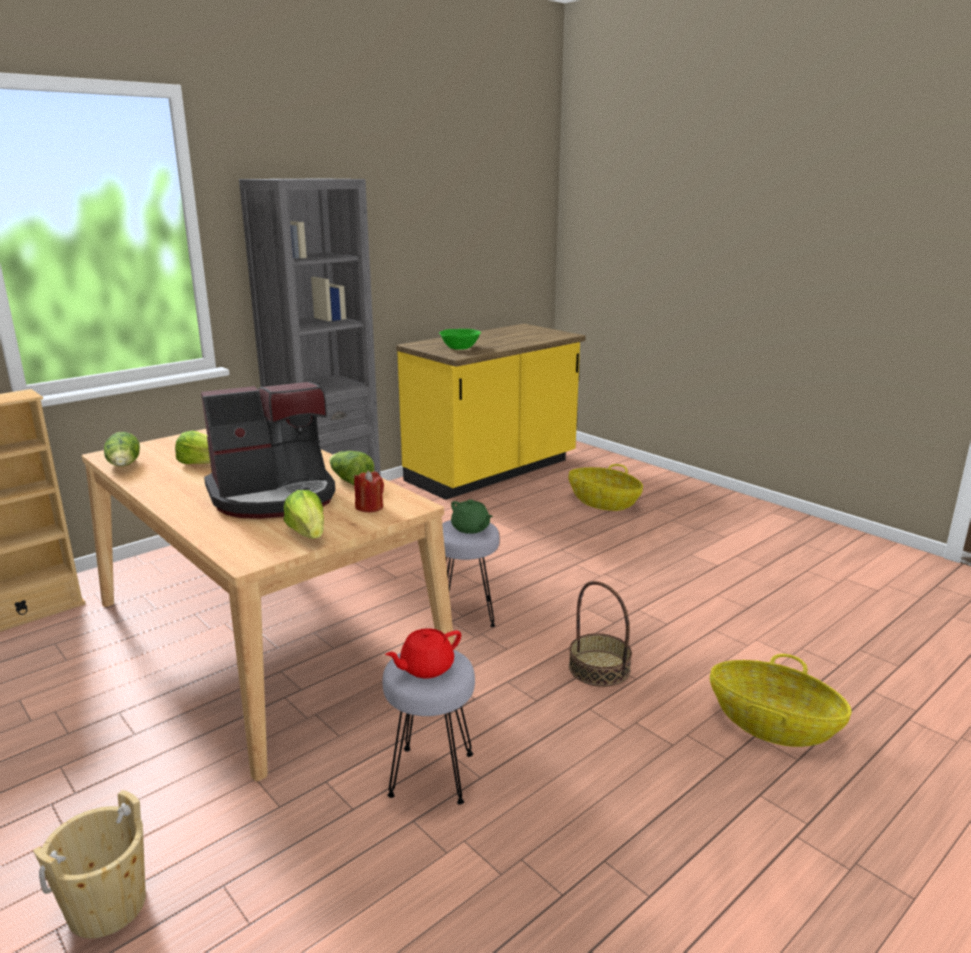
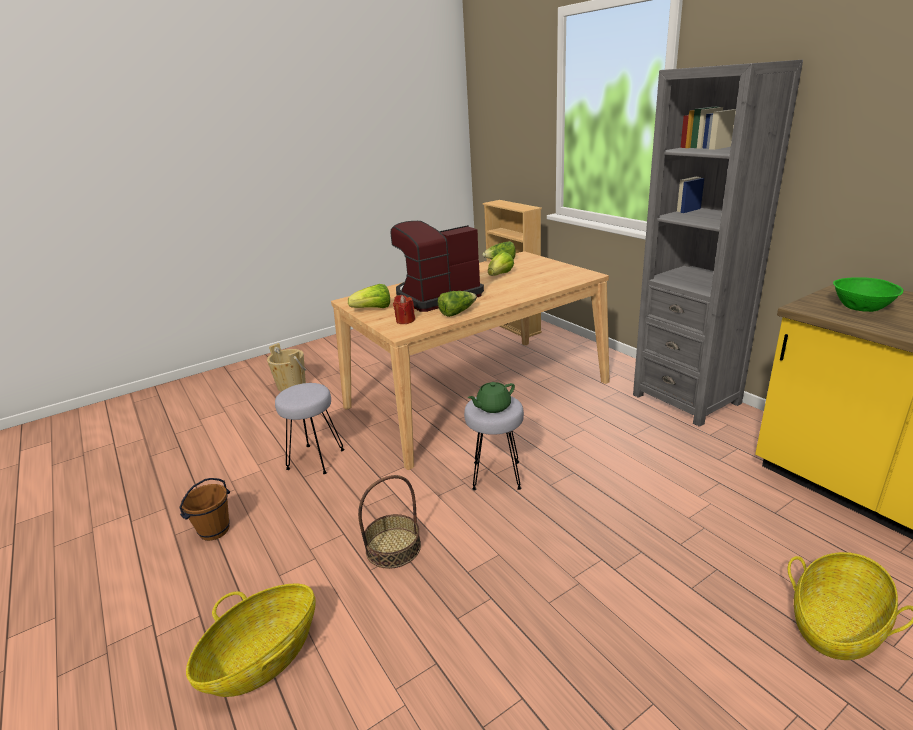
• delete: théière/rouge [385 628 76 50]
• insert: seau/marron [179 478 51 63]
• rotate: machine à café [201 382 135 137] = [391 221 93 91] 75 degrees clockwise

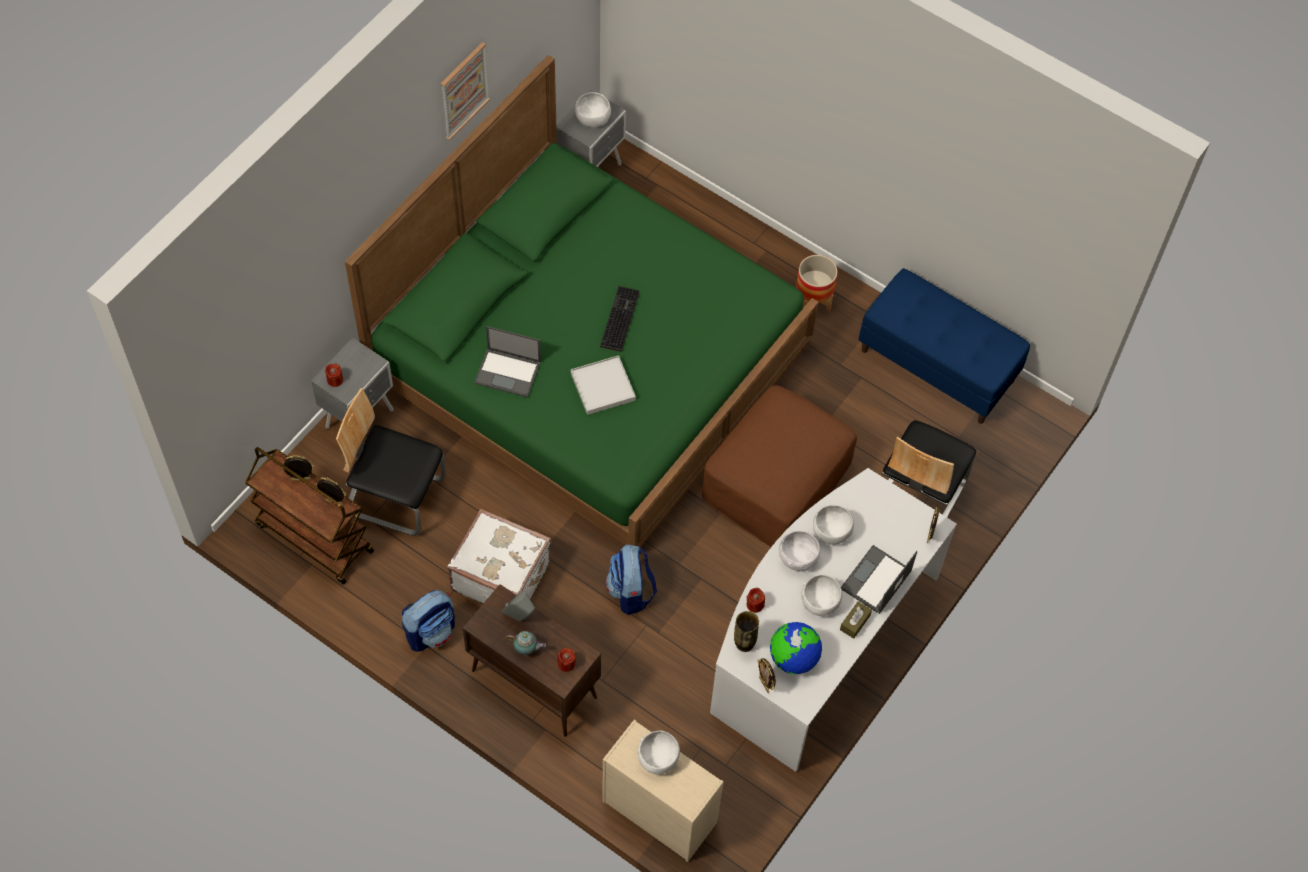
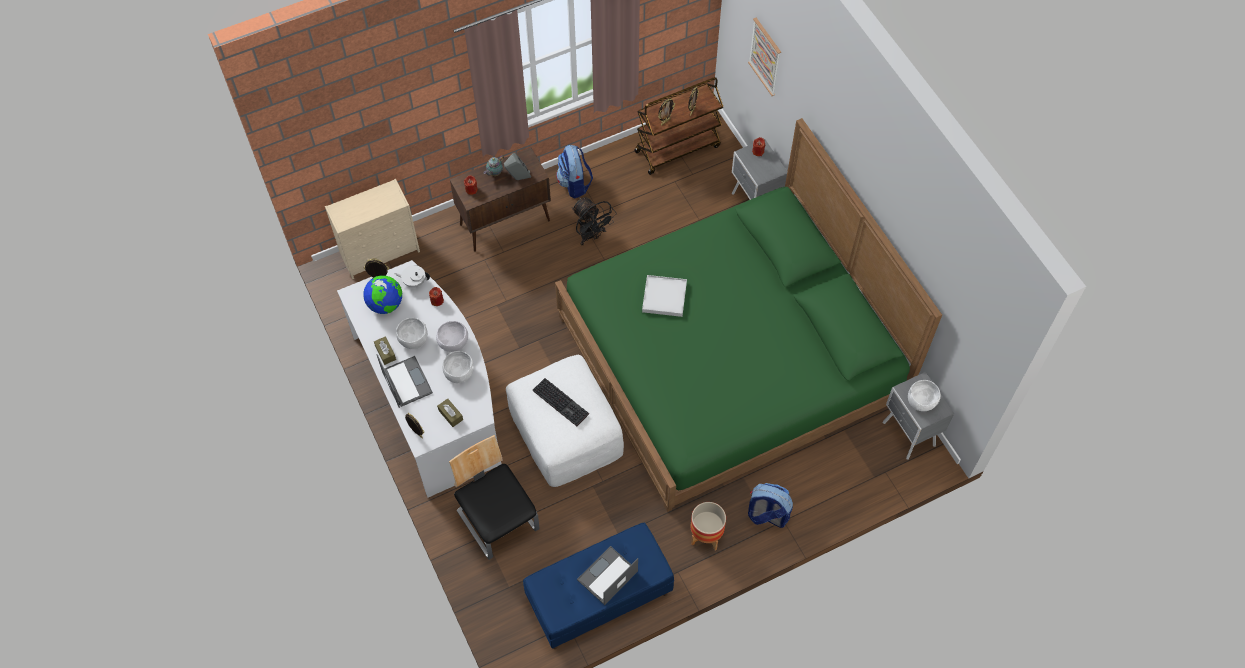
• delete: chaise [336 388 110 148]
• delete: bol/blanc [638 731 42 43]
• insert: boîte à mouchoirs/marron [437 399 26 28]
• move: tableau [441 42 49 99] to [748 18 33 78]
• move: ordinateur portable [474 326 67 72] to [577 546 61 59]
• move: clavier [600 286 40 66] to [533 378 56 48]
• move: sac à dos [606 544 51 71] to [748 483 45 45]
• replace: valise/blanc [447 509 104 94] to ventilateur/noir [572 197 45 48]
• replace: vase [734 611 25 41] to théière/blanc [395 265 35 23]
• recolor: pouf/marron [702 385 155 162] to pouf/blanc [506 355 118 132]

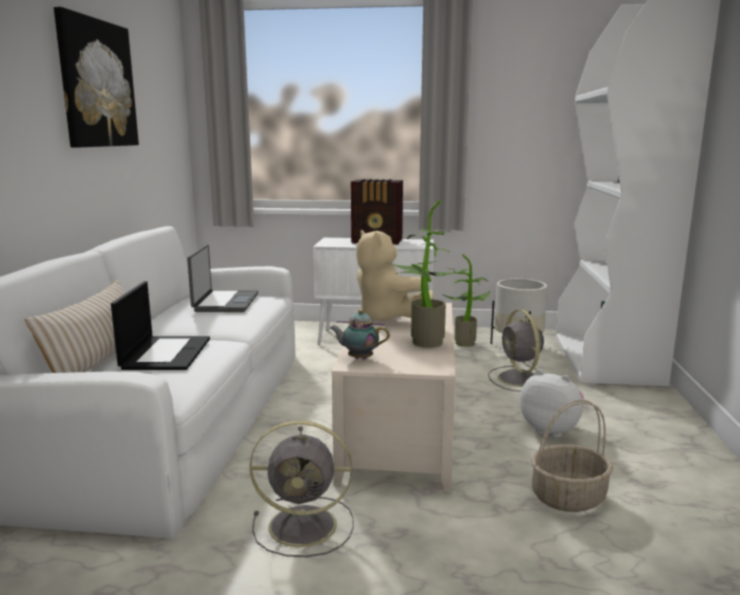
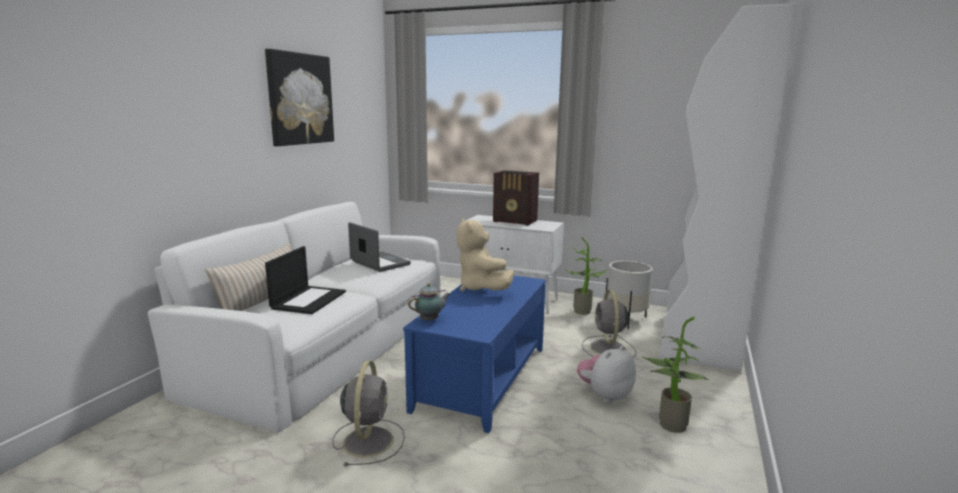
• delete: panier [531 400 82 112]
• move: plante en pot [388 199 72 149] to [642 316 66 117]
• recolor: table basse/beige [331 303 125 189] to table basse/bleu [403 275 143 158]
• rotate: ordinateur portable [187 245 71 67] = [348 222 63 50] 60 degrees counterclockwise
• rotate: ventilateur/gris [249 421 105 136] = [332 361 73 105] 105 degrees counterclockwise
• rotate: théière [330 310 60 50] = [408 283 42 38] 120 degrees clockwise
• rotate: peluche [520 369 65 69] = [577 346 59 57] 90 degrees counterclockwise

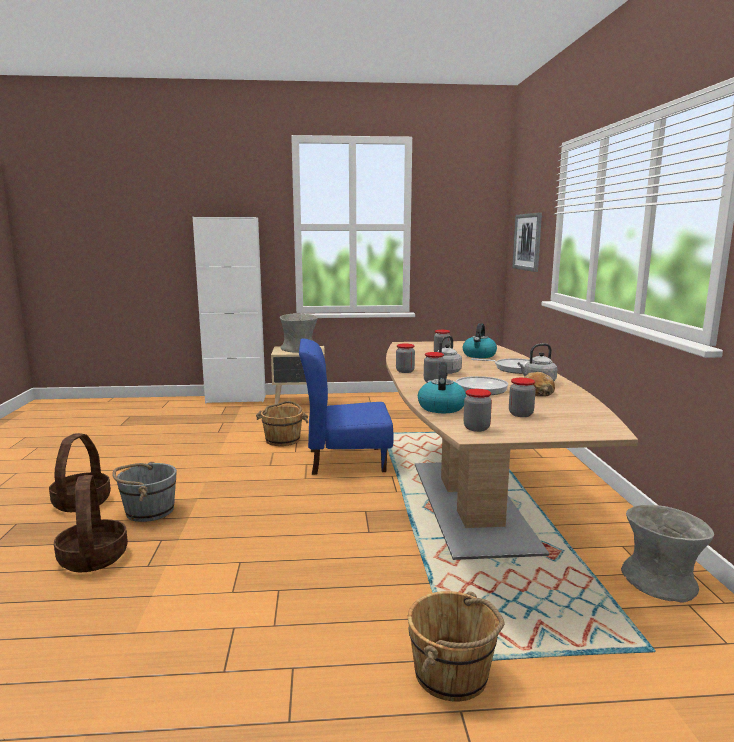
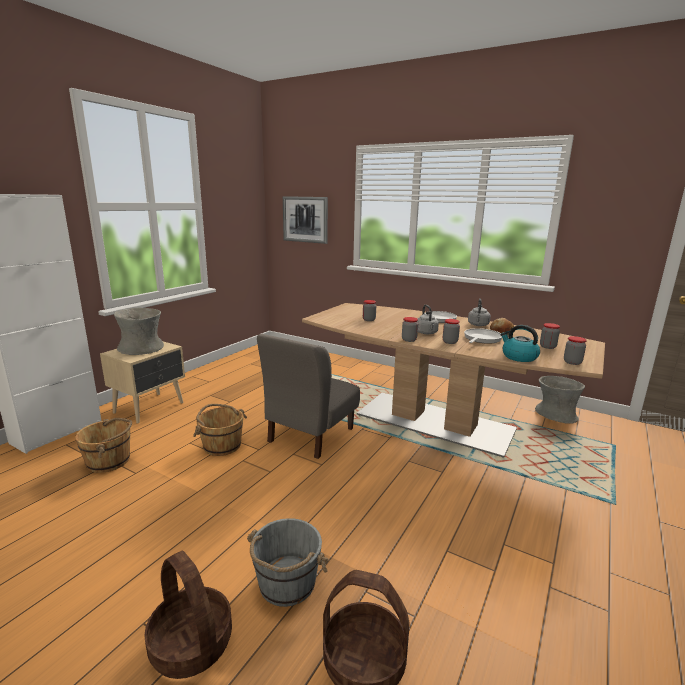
• delete: bouilloire [463 323 34 35]
• move: seau/marron [408 591 97 110] to [75 418 57 55]
• recolor: chaise/bleu [299 338 95 137] to chaise/gris [257 334 103 125]

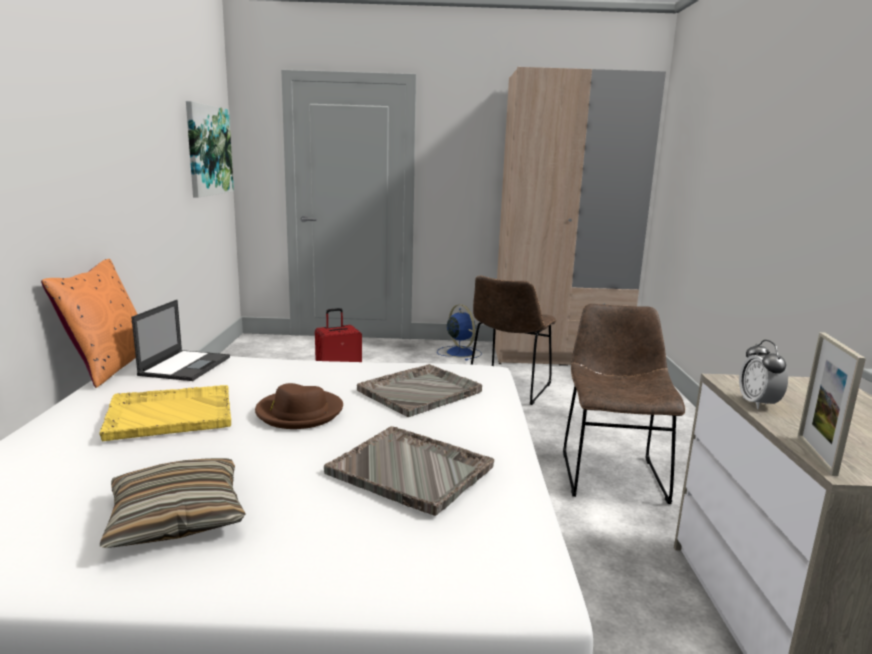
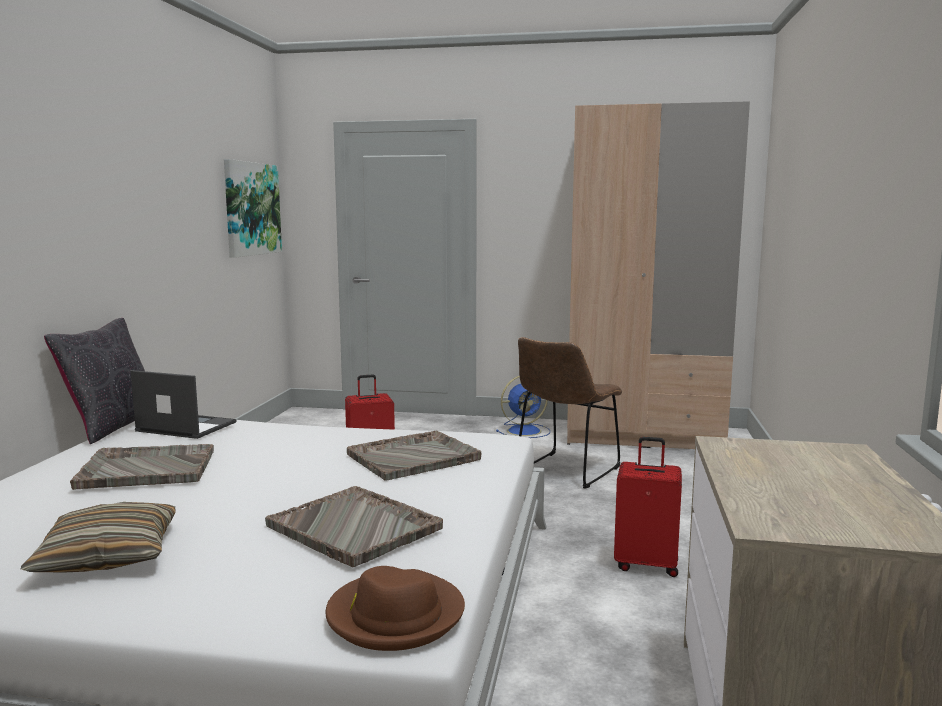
• delete: réveil [739 340 49 69]
• delete: cadre photo [798 332 68 144]
• move: chapeau/marron [255 383 88 46] to [325 566 140 85]
• replace: chaise/marron [563 304 122 200] to valise/rouge [614 437 68 140]
• recolor: coussin/orange [41 259 96 129] to coussin/noir [44 318 101 126]
• recolor: plateau/jaune [99 385 132 57] to plateau/gris [70 444 144 46]
• rotate: ordinateur portable [131 300 99 81] = [131 370 106 69] 90 degrees counterclockwise
• rotate: ventilateur/bleu [437 304 45 56] = [496 376 54 62] 90 degrees clockwise

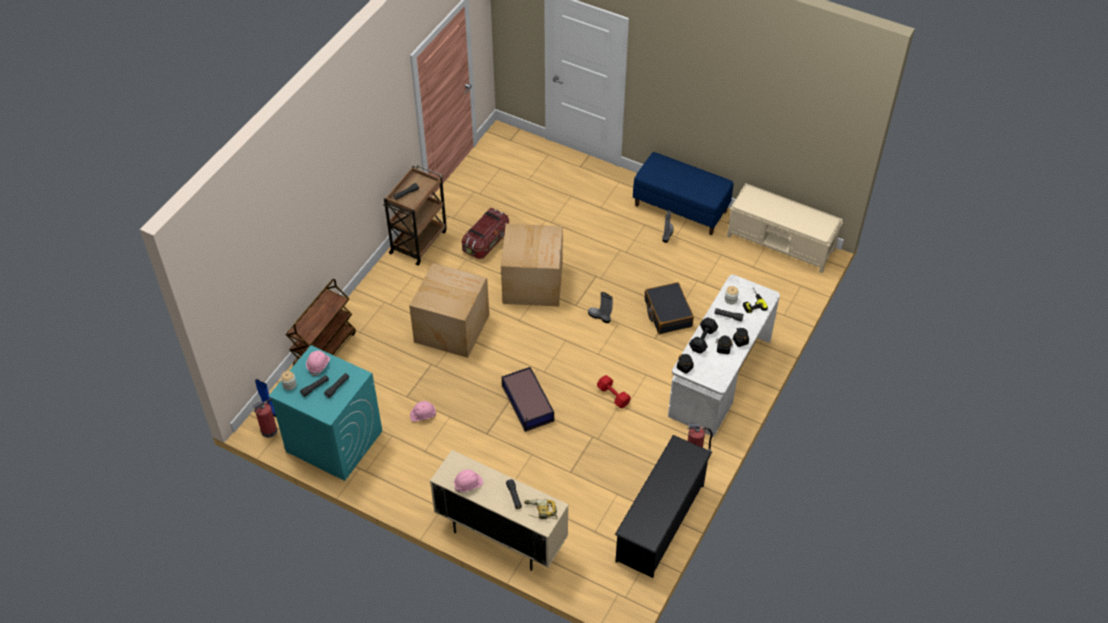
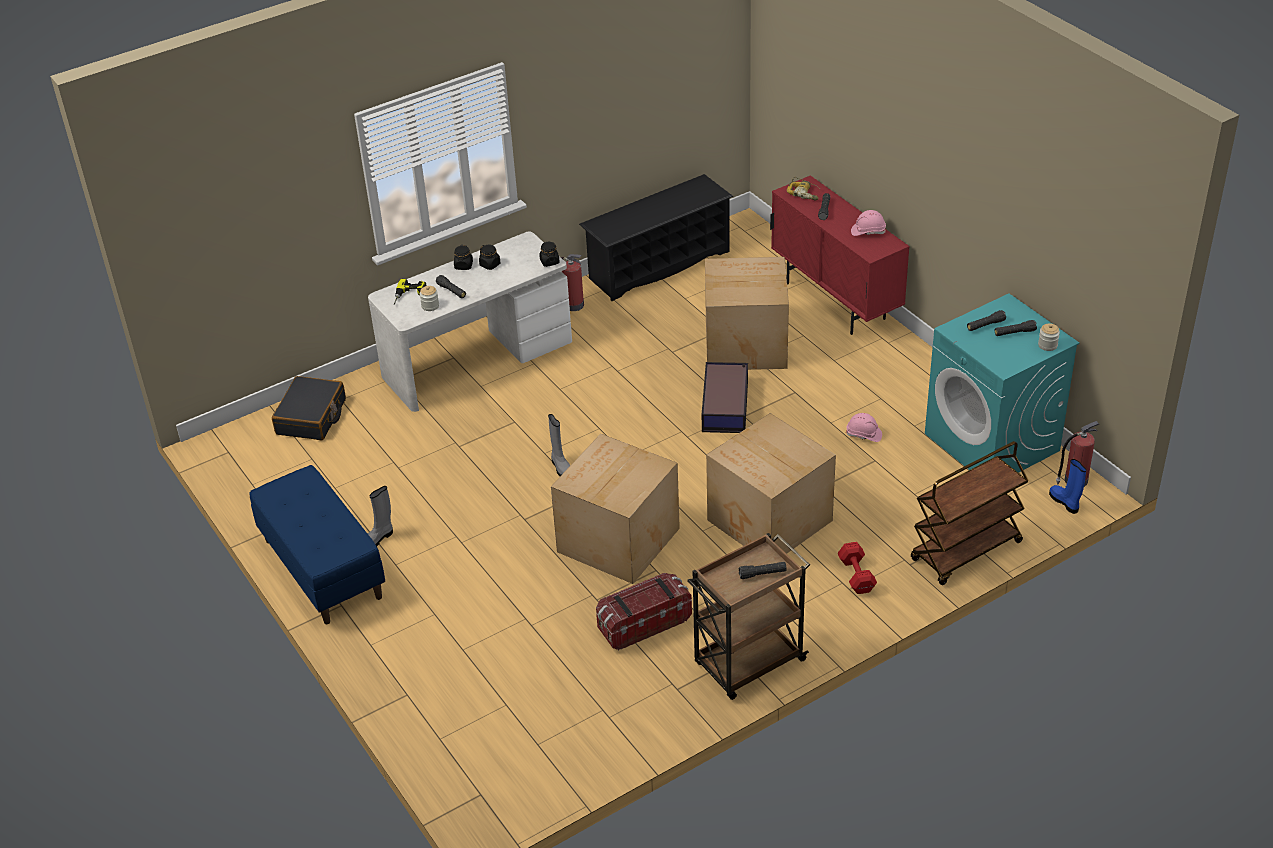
• delete: casque de chantier/rose [306 350 24 26]
• delete: haltère/noir [689 317 29 36]
• delete: banc/beige [727 183 116 90]
• insert: carton [705 257 84 113]
• move: haltère/rouge [597 375 34 33] to [838 542 39 52]
• move: valise/noir [645 282 49 52] to [272 376 74 64]
• recolor: meuble de rangement/beige [430 450 139 121] to meuble de rangement/rouge [770 175 140 160]

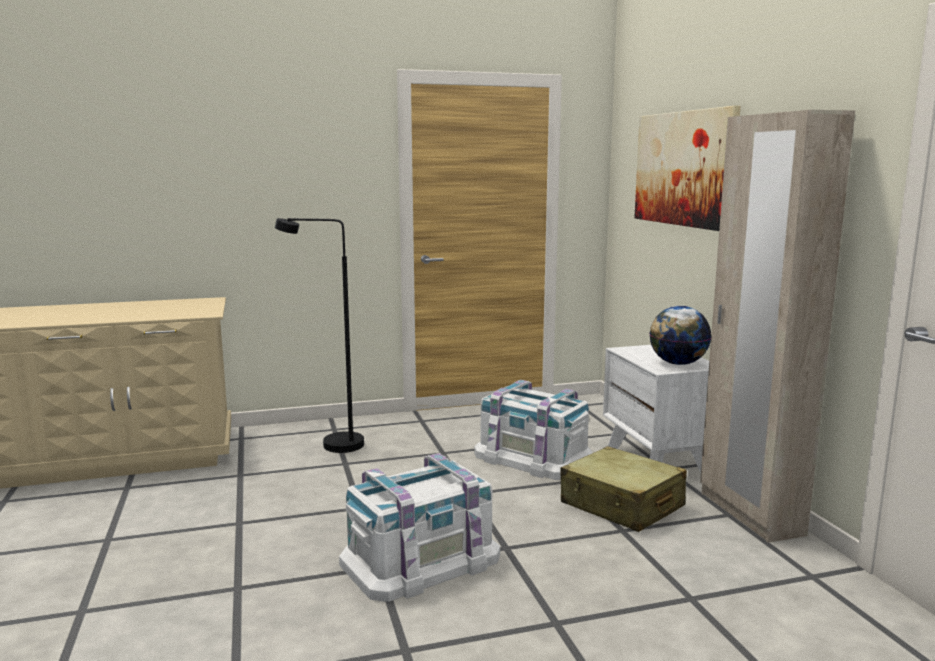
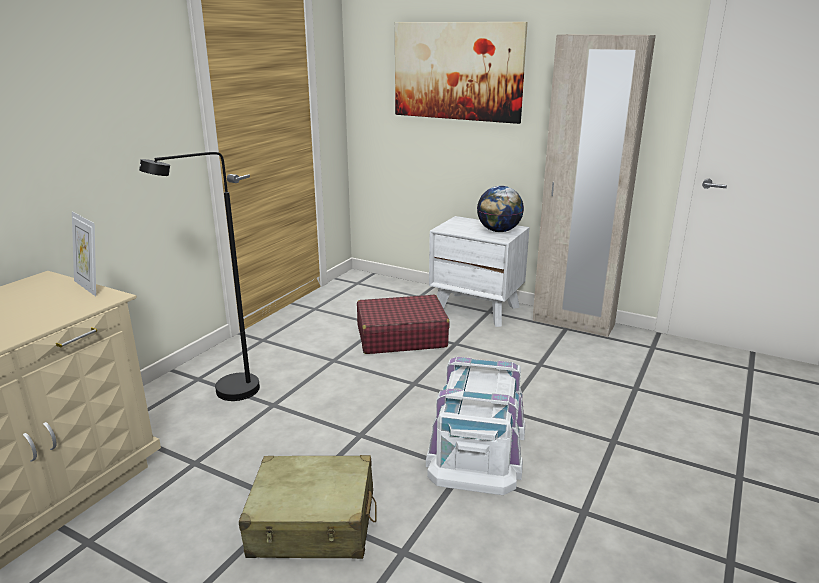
• insert: cadre photo [72 211 24 85]
• move: valise/beige [560 446 127 86] to [239 455 138 104]
• replace: boîte de rangement/blanc [474 380 119 100] to valise/rouge [357 295 93 59]

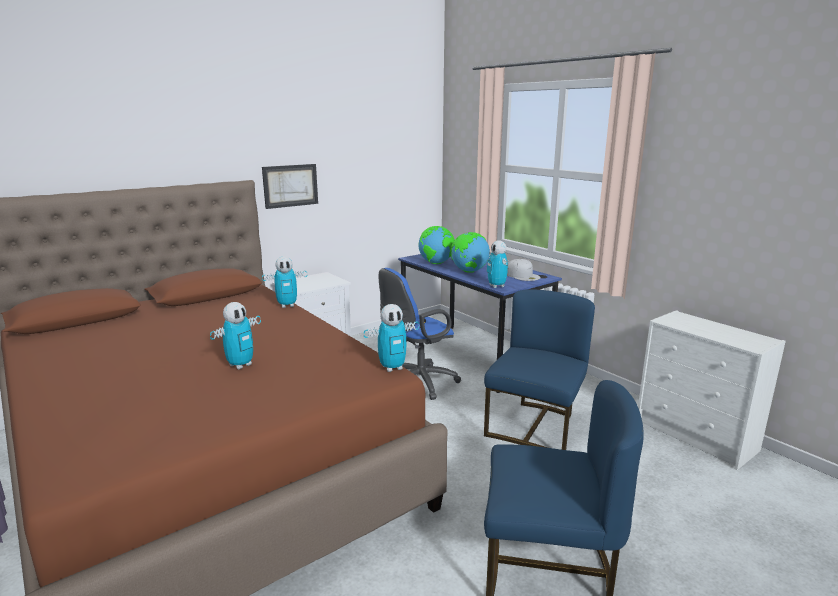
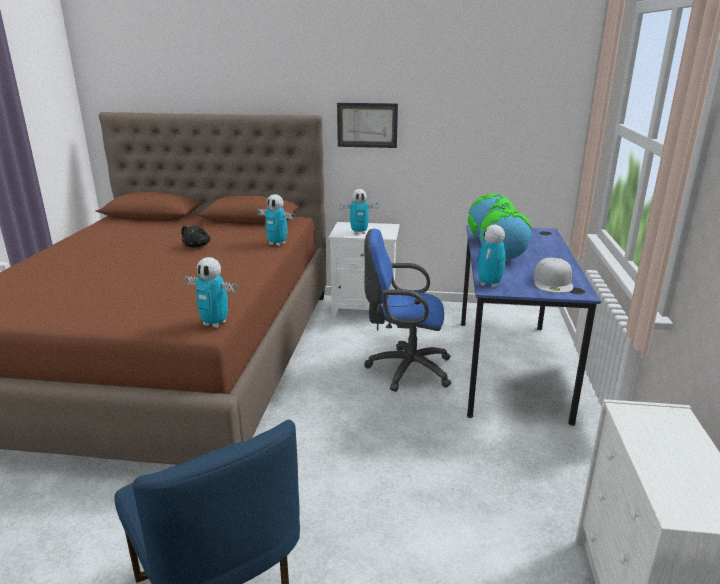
• delete: chaise/bleu [484 289 111 161]
• insert: peluche/noir [181 225 29 23]
• move: robot jouet [210 302 51 68] to [340 189 39 45]

